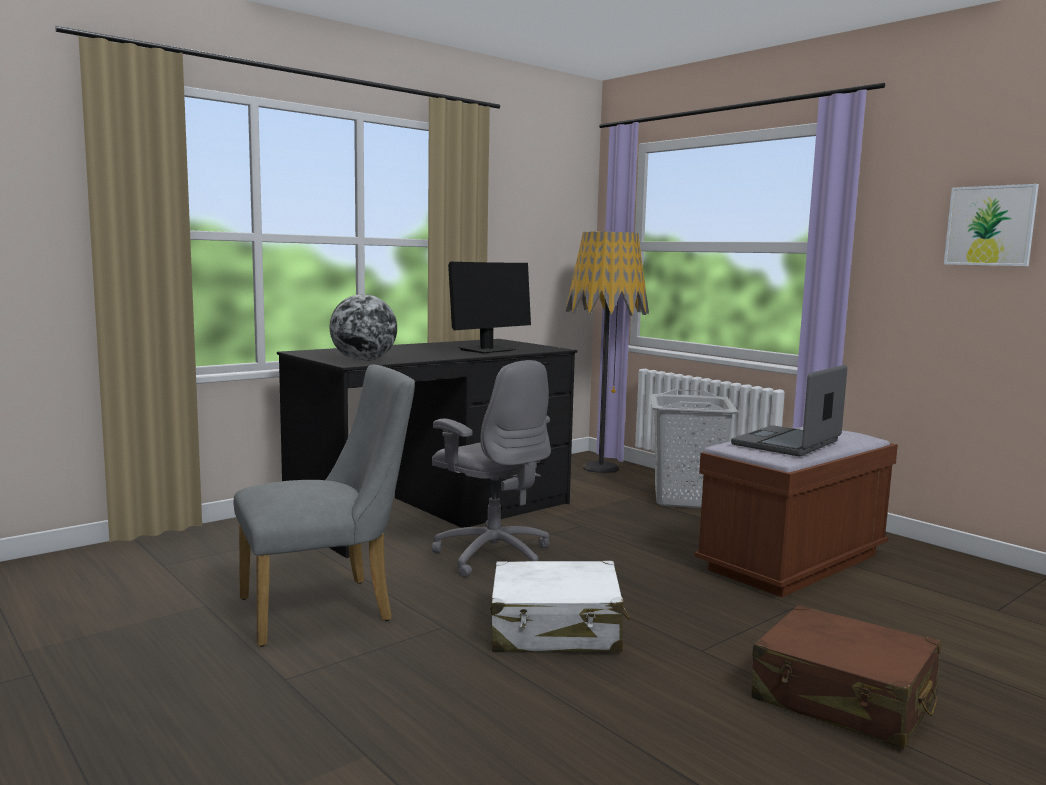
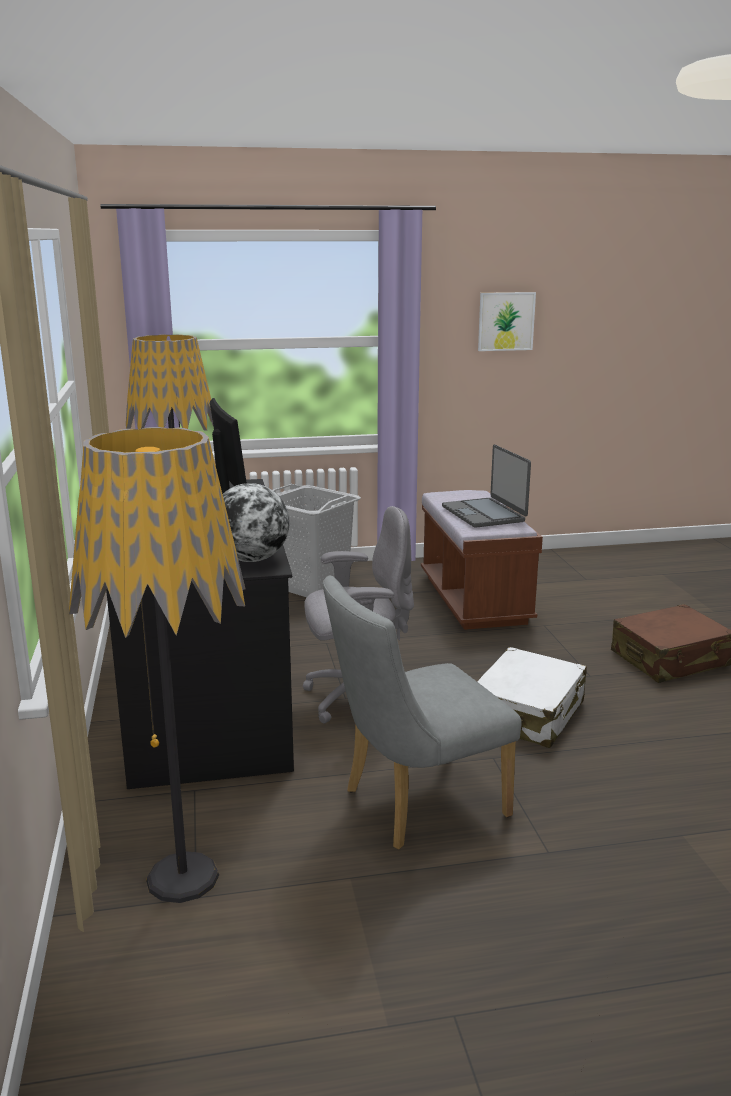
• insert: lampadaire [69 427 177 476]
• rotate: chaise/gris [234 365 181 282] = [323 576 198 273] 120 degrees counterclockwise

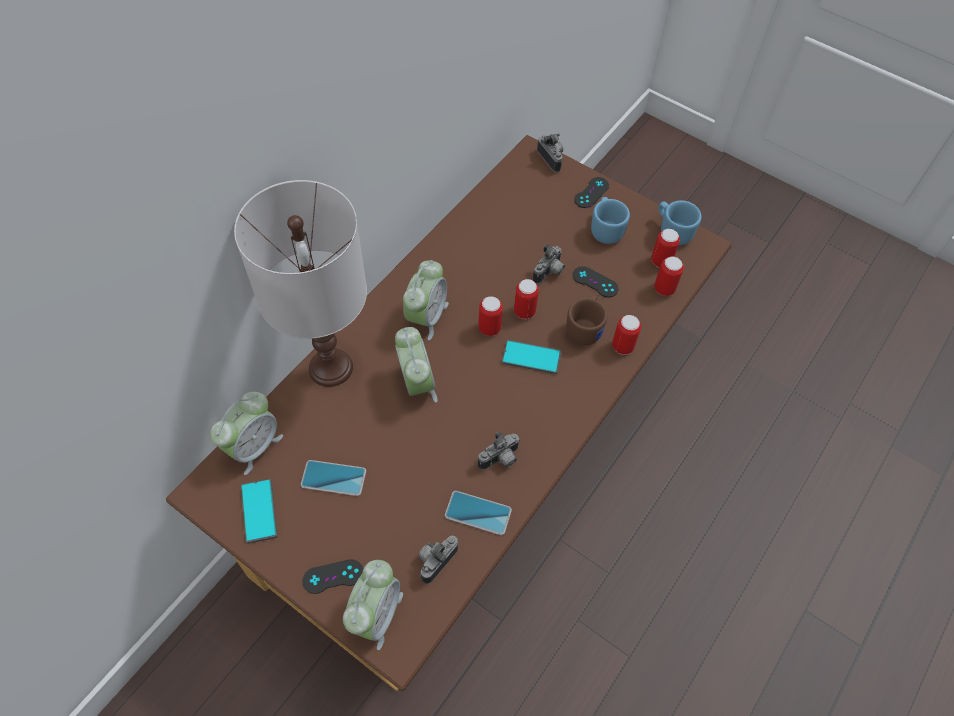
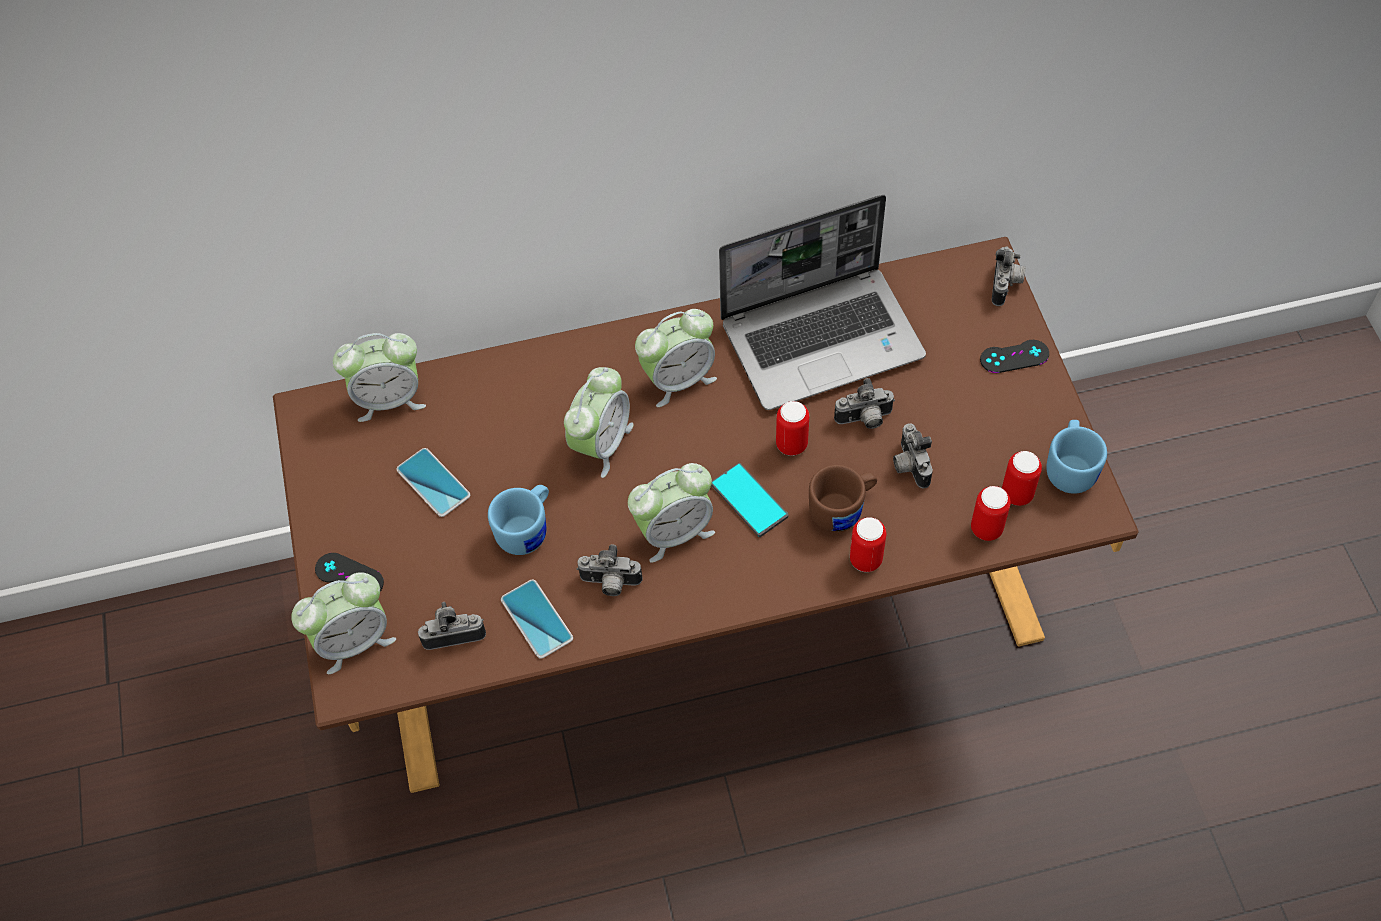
• delete: lampe de table/blanc [234 180 133 207]
• delete: téléphone [241 479 36 65]
• delete: boîte métallique [478 296 25 40]
• insert: réveil [628 463 87 100]
• insert: ordinateur portable [719 195 207 215]
• move: mug/bleu [591 197 39 47] to [488 485 61 70]
• replace: manette/noir [573 266 46 31] to appareil photo [893 423 40 65]

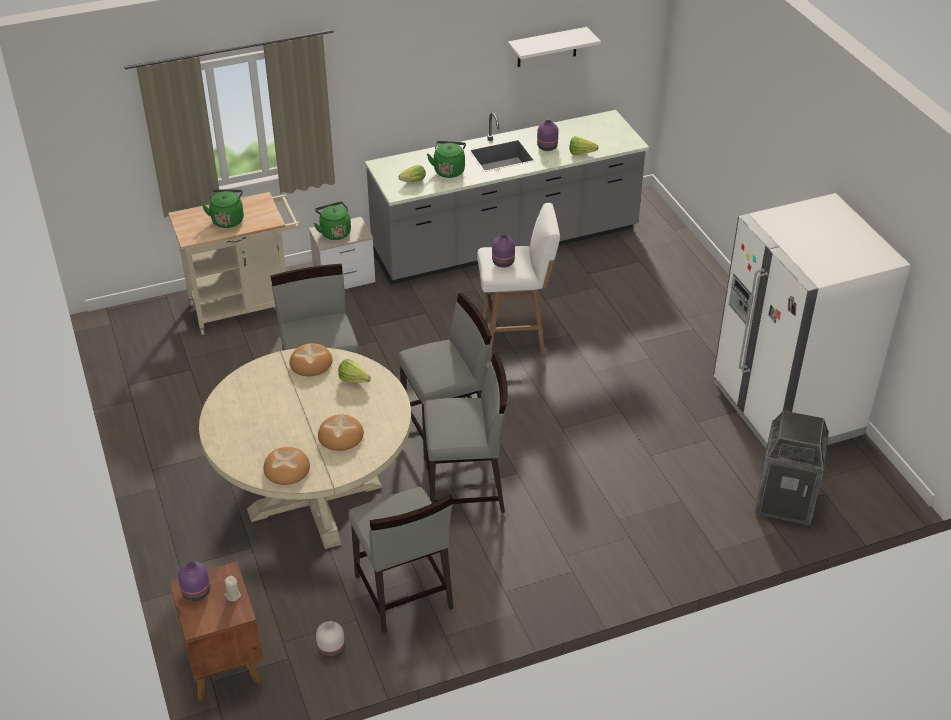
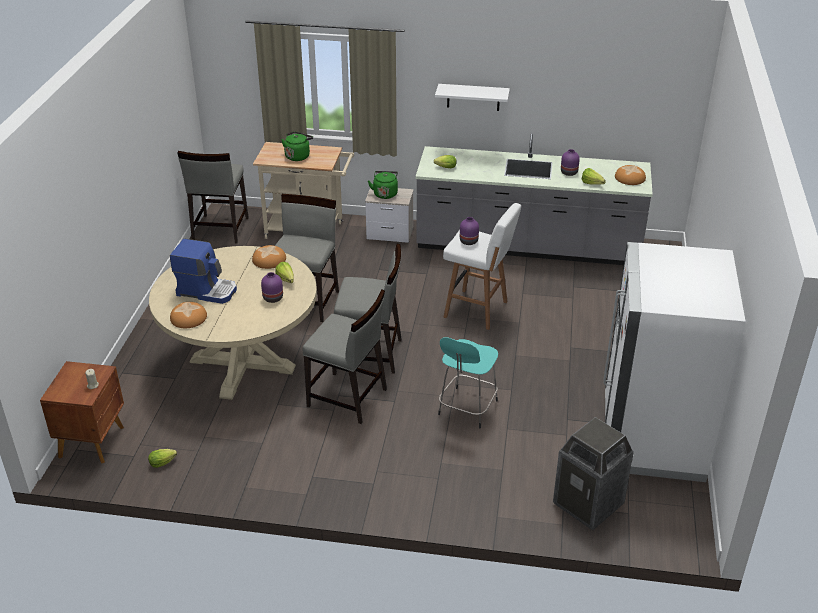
• delete: bouilloire/vert [427 141 39 37]
• insert: machine à café [170 238 67 66]
• insert: tabouret/turquoise [438 337 60 91]
• move: vase/violet [178 561 32 40] to [261 272 22 31]
• move: pain [318 414 46 37] to [615 165 31 20]
• move: chaise/gris [349 487 104 146] to [177 151 72 93]
• move: étagère/blanc [508 27 93 40] to [435 84 75 27]
• replace: vase/blanc [316 621 29 38] to laitue [148 449 29 19]

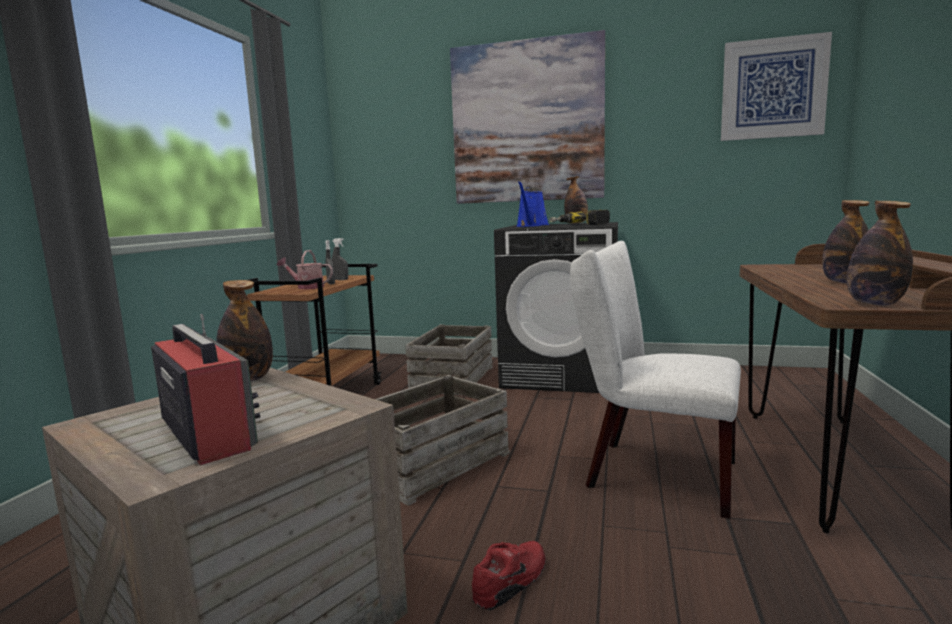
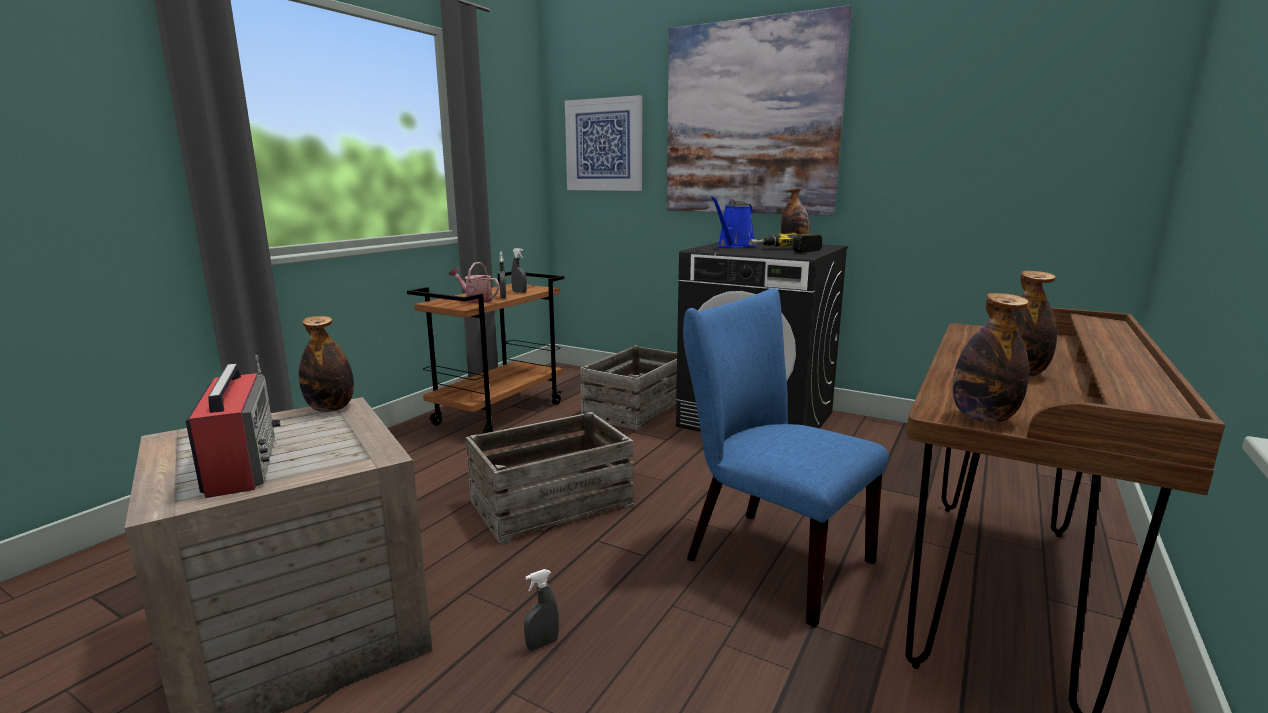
• move: tableau [721 32 111 109] to [565 95 77 96]
• replace: chaussure/rouge [472 541 74 69] to vaporisateur/gris [524 569 35 81]
• recolor: chaise/blanc [570 241 171 278] to chaise/bleu [683 288 206 340]

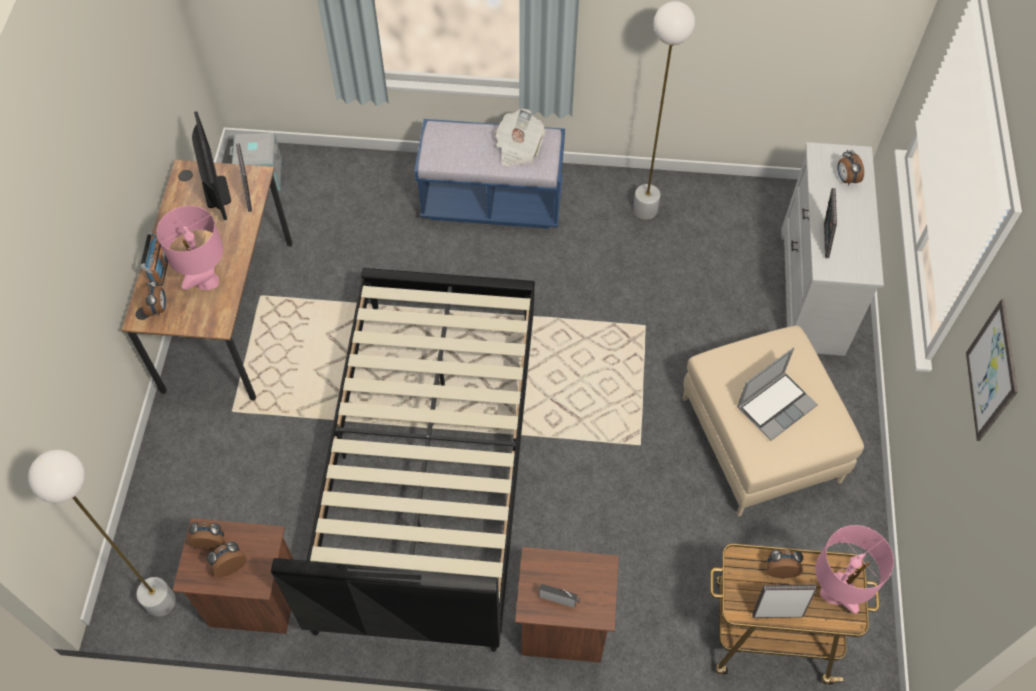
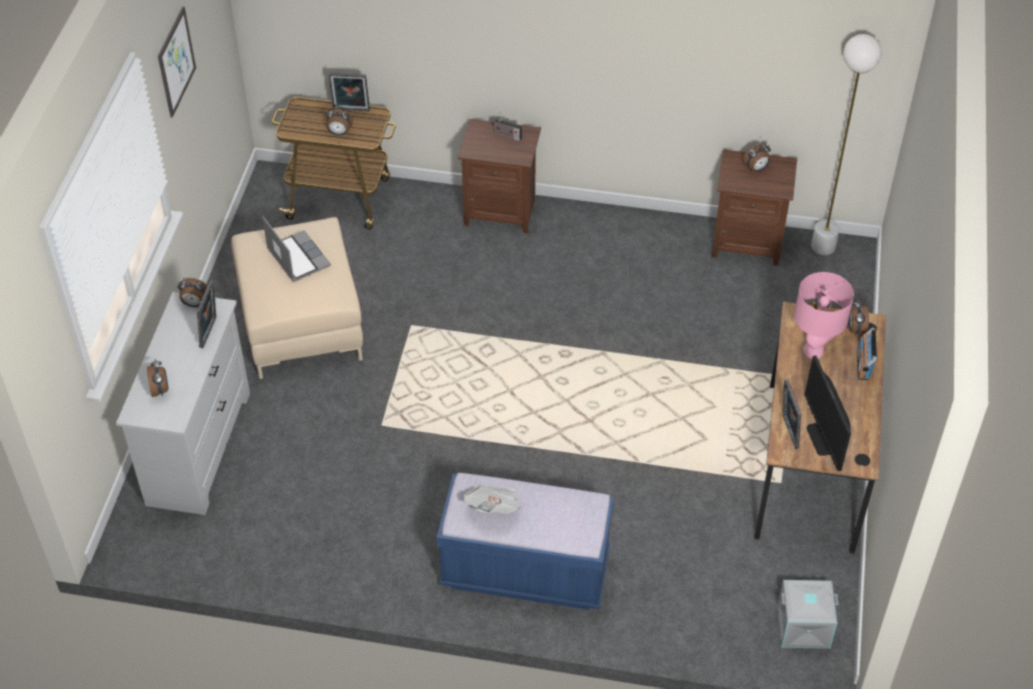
• delete: lit/noir [271 268 264 384]
• delete: lampadaire/blanc [633 1 62 219]
• delete: lampe de table/rose [816 525 78 88]
• move: réveil [189 523 36 28] to [178 278 29 29]
• rotate: ordinateur portable [737 348 81 93] = [262 216 69 66] 90 degrees clockwise

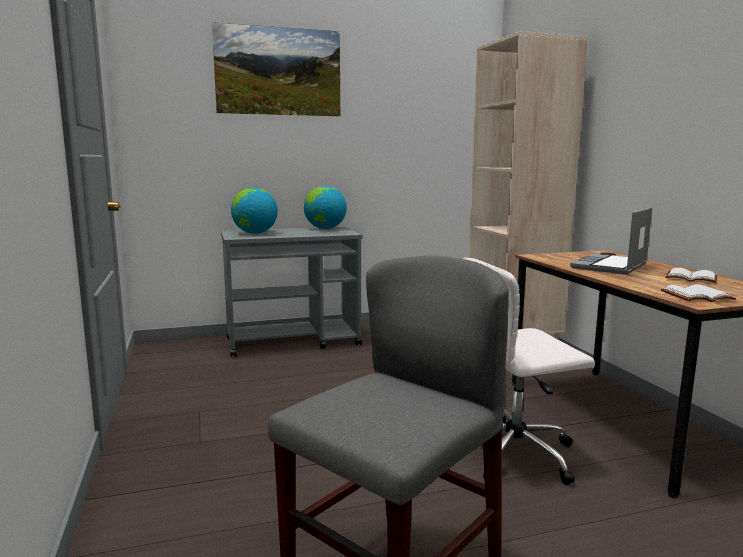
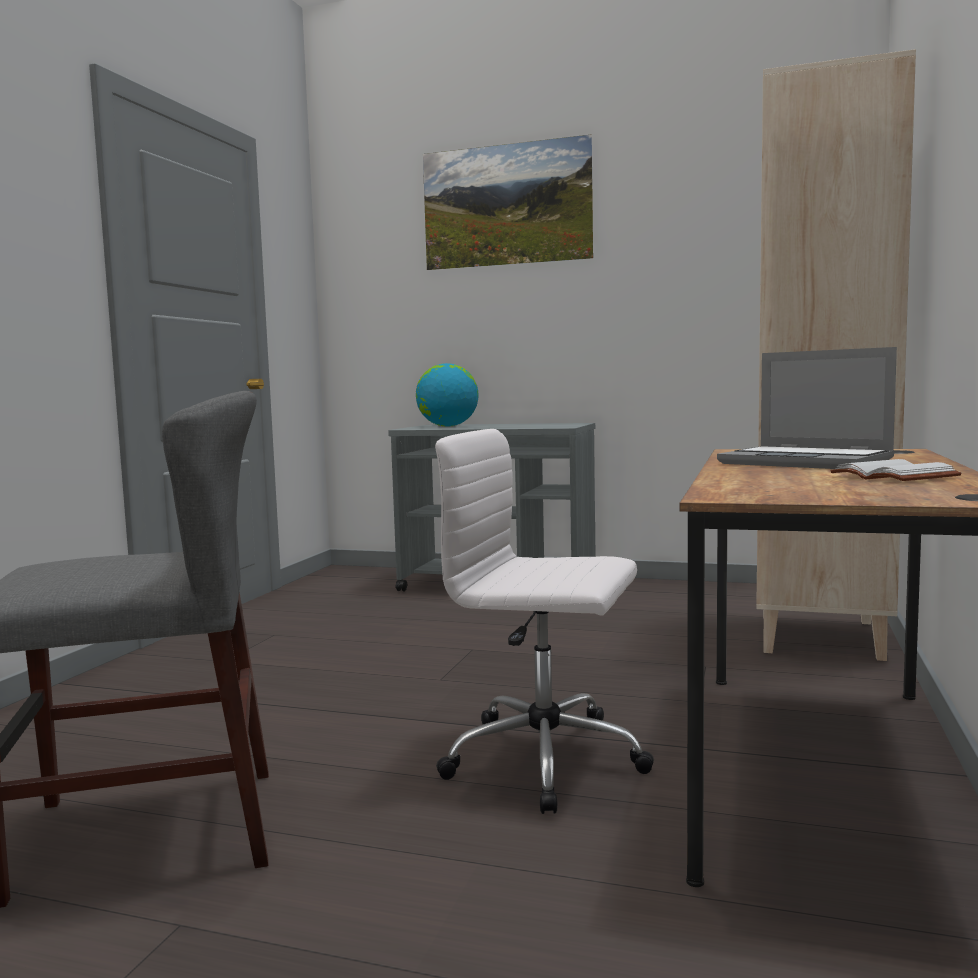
• delete: globe [304 186 43 43]
• delete: livre/blanc [661 284 75 18]
• rotate: ordinateur portable [570 207 82 68] = [717 347 180 122] 120 degrees counterclockwise

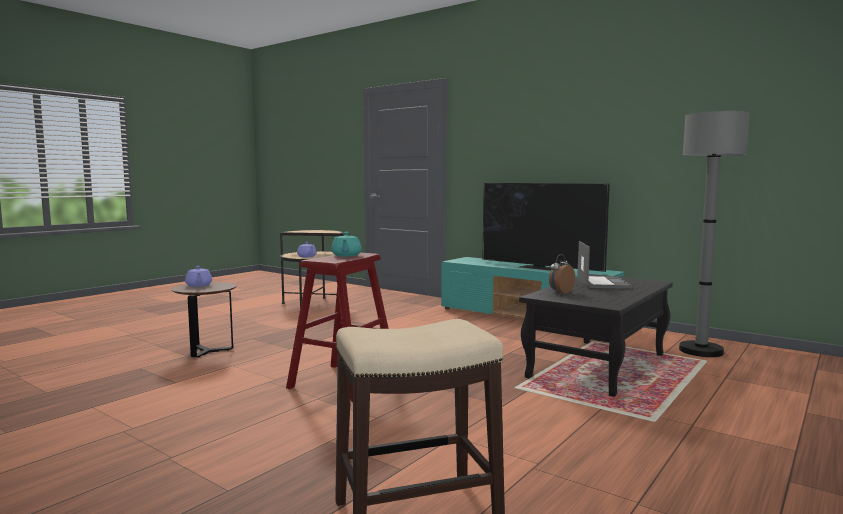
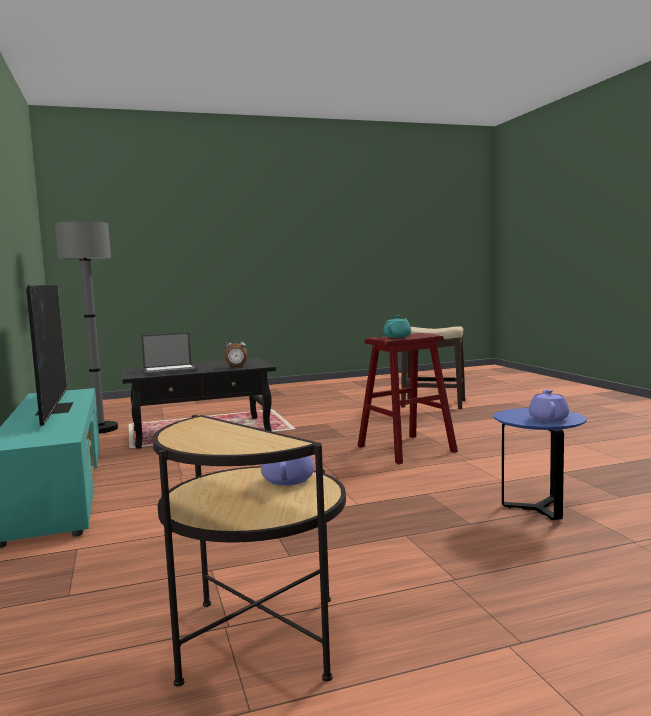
• recolor: table d'appoint/marron [172 282 65 76] to table d'appoint/bleu [494 408 93 112]
• rotate: ordinateur portable [577 241 55 48] = [141 332 56 43] 150 degrees counterclockwise

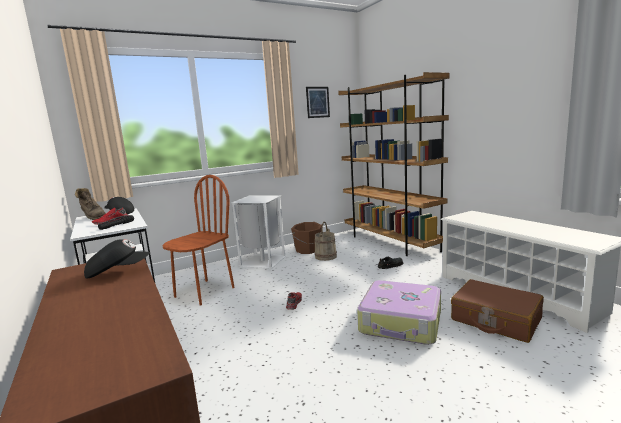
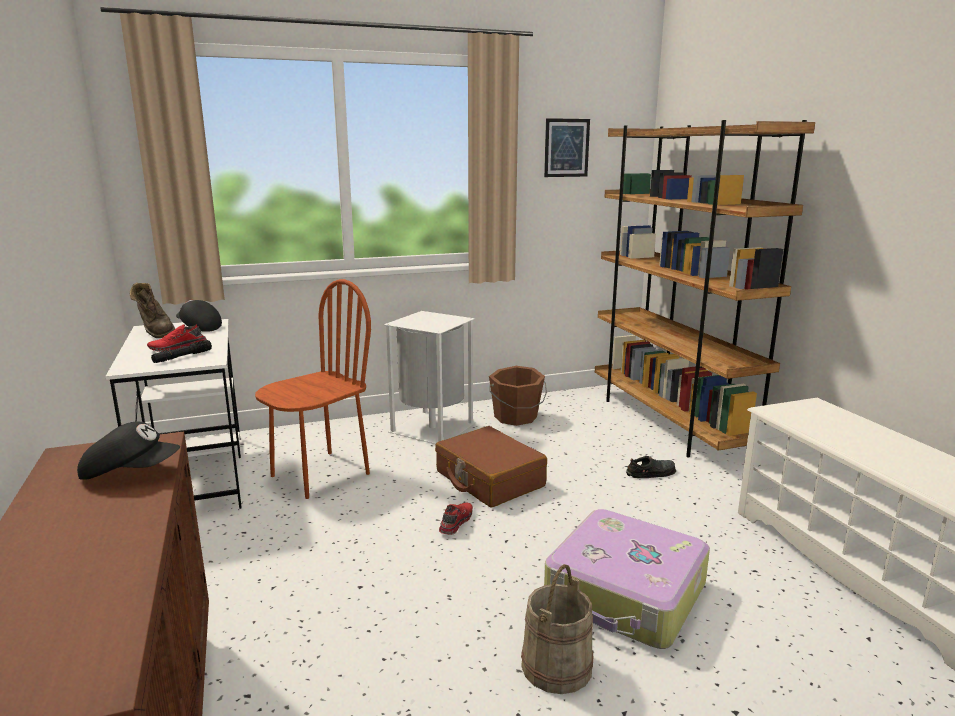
• move: seau/beige [315 222 22 39] to [521 564 72 130]
• move: valise/marron [451 279 93 64] to [435 426 112 82]

